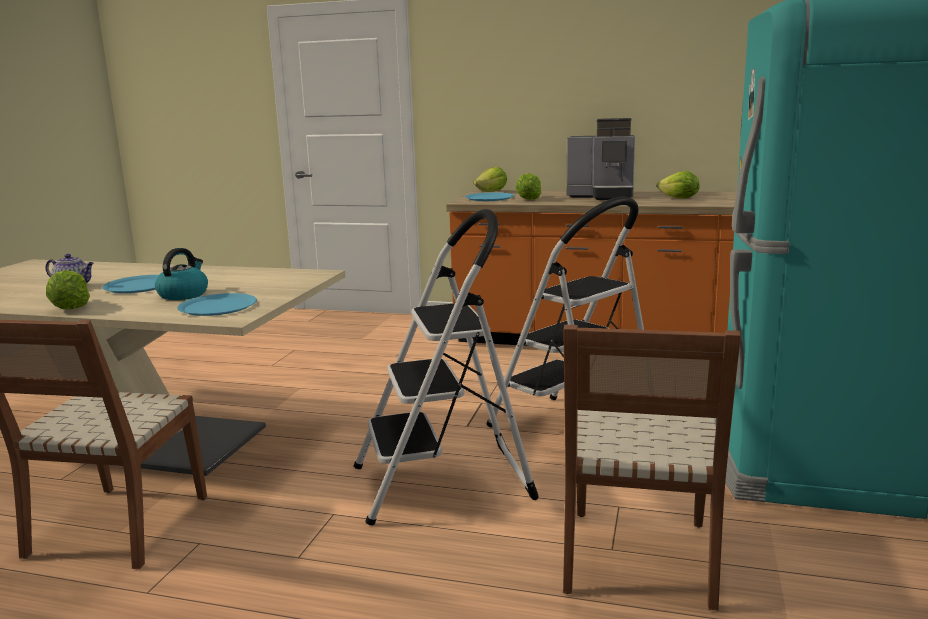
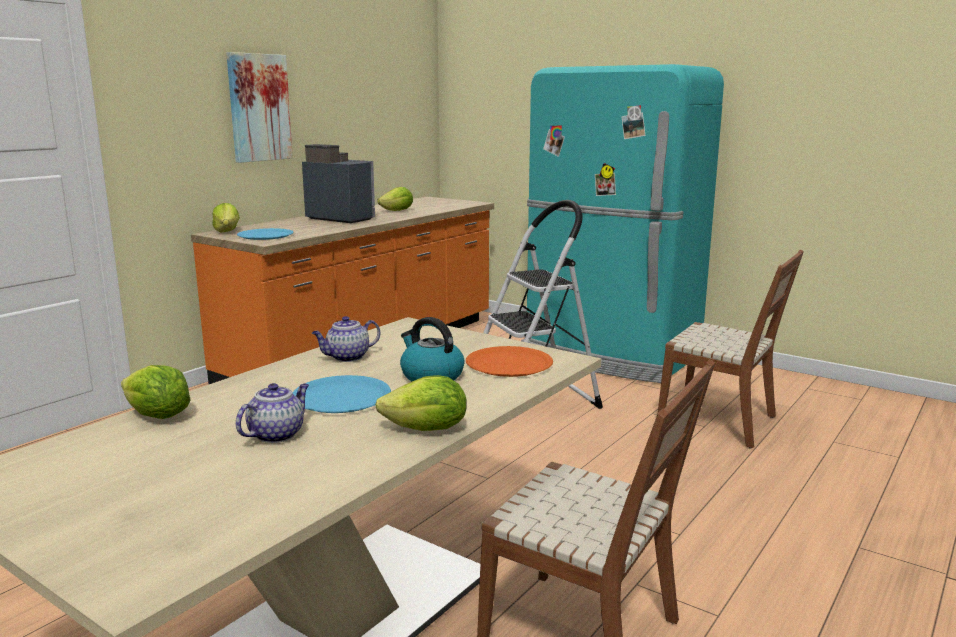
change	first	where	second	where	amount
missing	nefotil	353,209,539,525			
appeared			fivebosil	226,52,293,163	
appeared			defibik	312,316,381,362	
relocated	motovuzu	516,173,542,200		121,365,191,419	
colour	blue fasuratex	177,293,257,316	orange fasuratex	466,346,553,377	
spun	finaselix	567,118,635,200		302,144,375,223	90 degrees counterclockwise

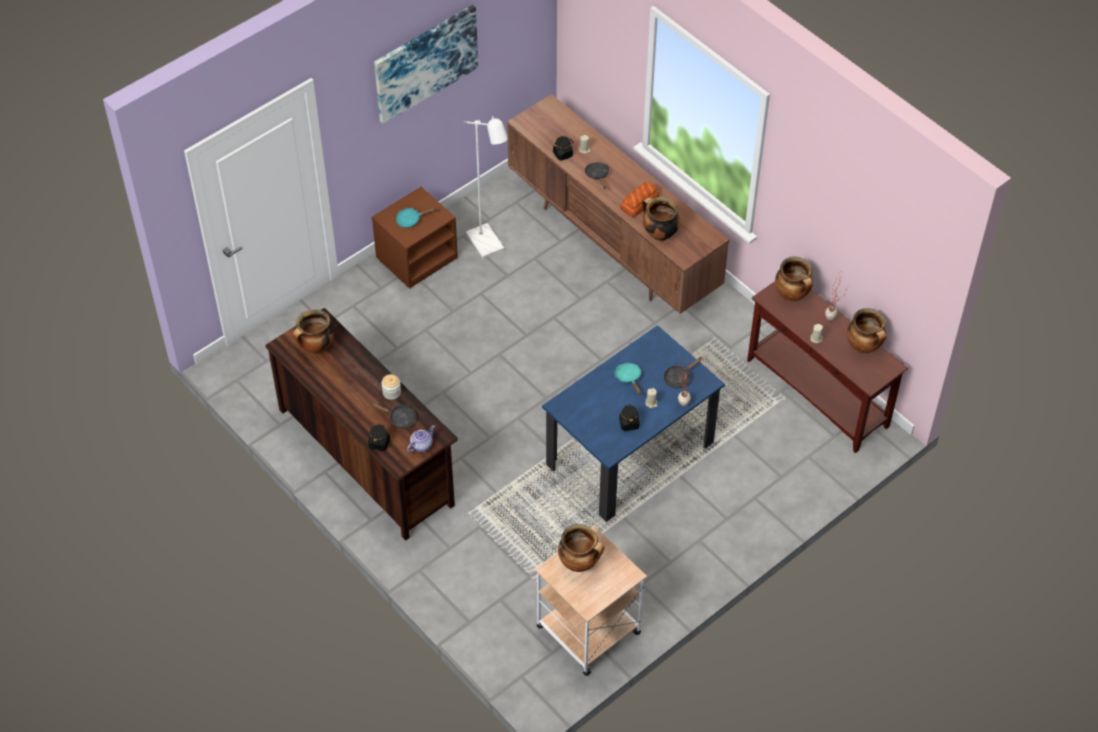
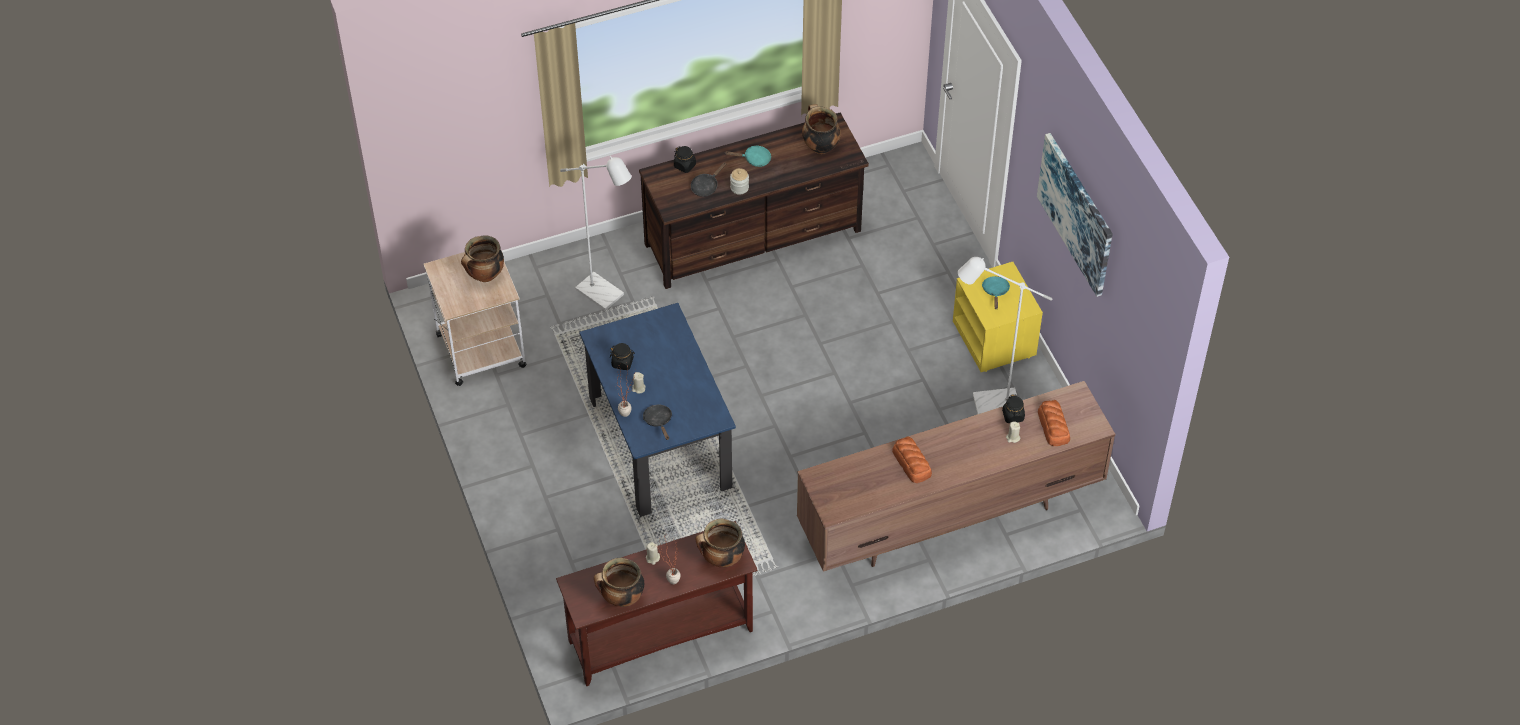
change	first	where	second	where	amount
missing	defibik	407,425,435,453			
missing	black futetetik	585,162,609,189			
missing	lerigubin	642,197,680,241			
appeared			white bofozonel	560,156,632,310	
appeared			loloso	1038,400,1070,446	
relocated	turquoise futetetik	615,363,642,395		724,146,771,167	
colour	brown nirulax	372,187,458,289	yellow nirulax	953,262,1043,372	

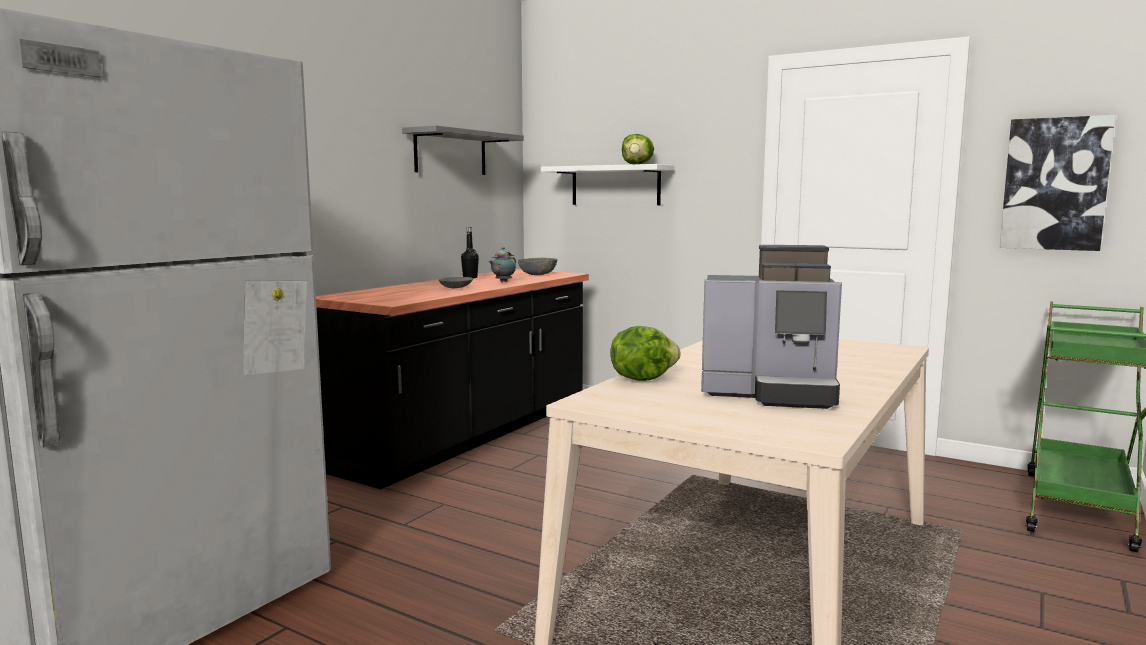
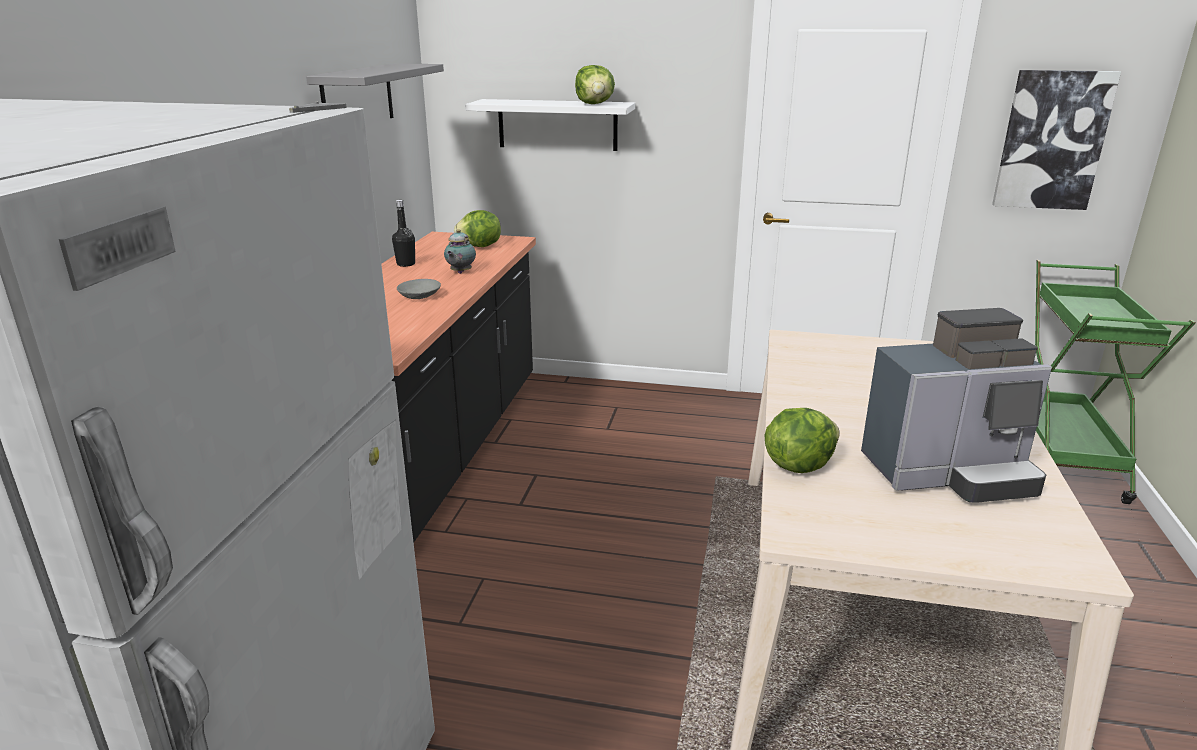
change	first	where	second	where	amount
exchanged	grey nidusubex	518,257,557,275	motovuzu	454,210,501,247	

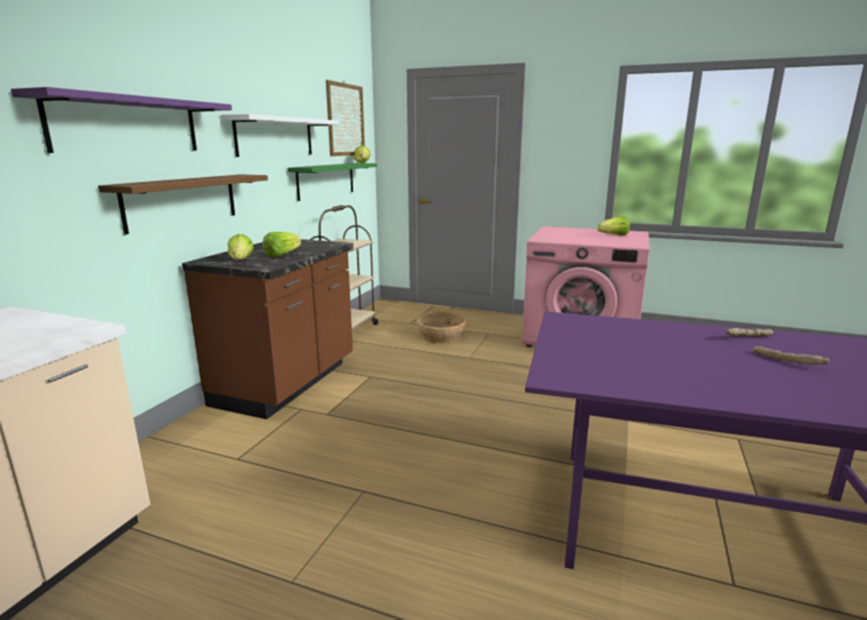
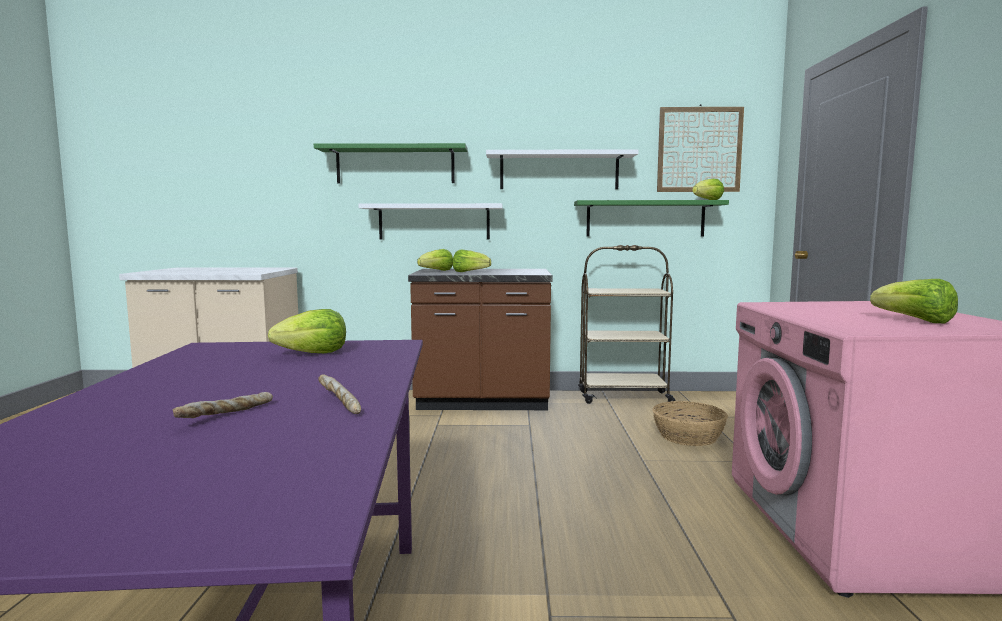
change	first	where	second	where	amount
appeared			motovuzu	268,309,346,353	
colour	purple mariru	11,87,232,153	green mariru	314,143,467,183	
colour	brown mariru	98,174,268,235	white mariru	358,203,503,240	

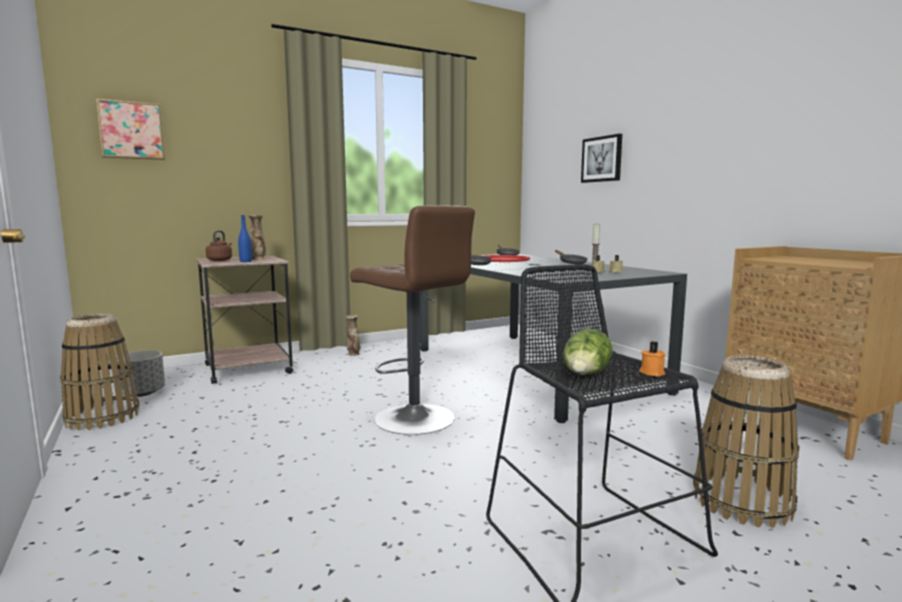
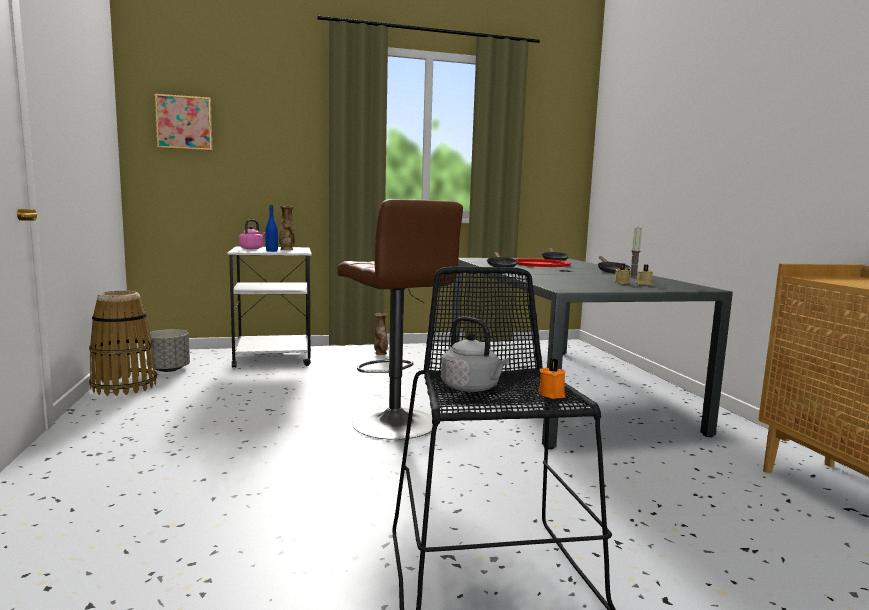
change	first	where	second	where	amount
missing	fivebosil	581,134,622,183			
missing	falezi	693,355,799,528			
exchanged	motovuzu	563,328,613,375	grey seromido	441,316,509,392	
colour	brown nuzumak	196,256,294,384	white nuzumak	228,246,312,368	
colour	brown seromido	206,230,232,261	pink seromido	239,220,265,249	

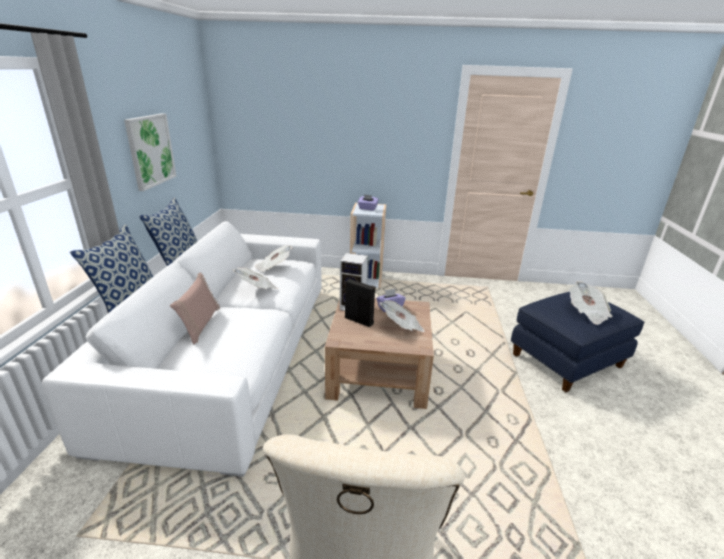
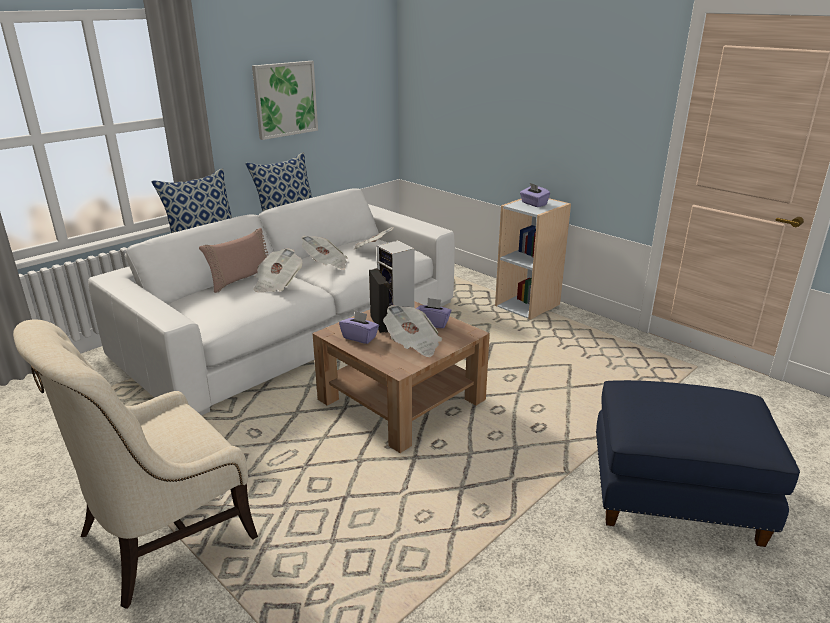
change	first	where	second	where	amount
appeared			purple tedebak	339,311,379,344	
relocated	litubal	569,281,613,325		254,248,302,293	

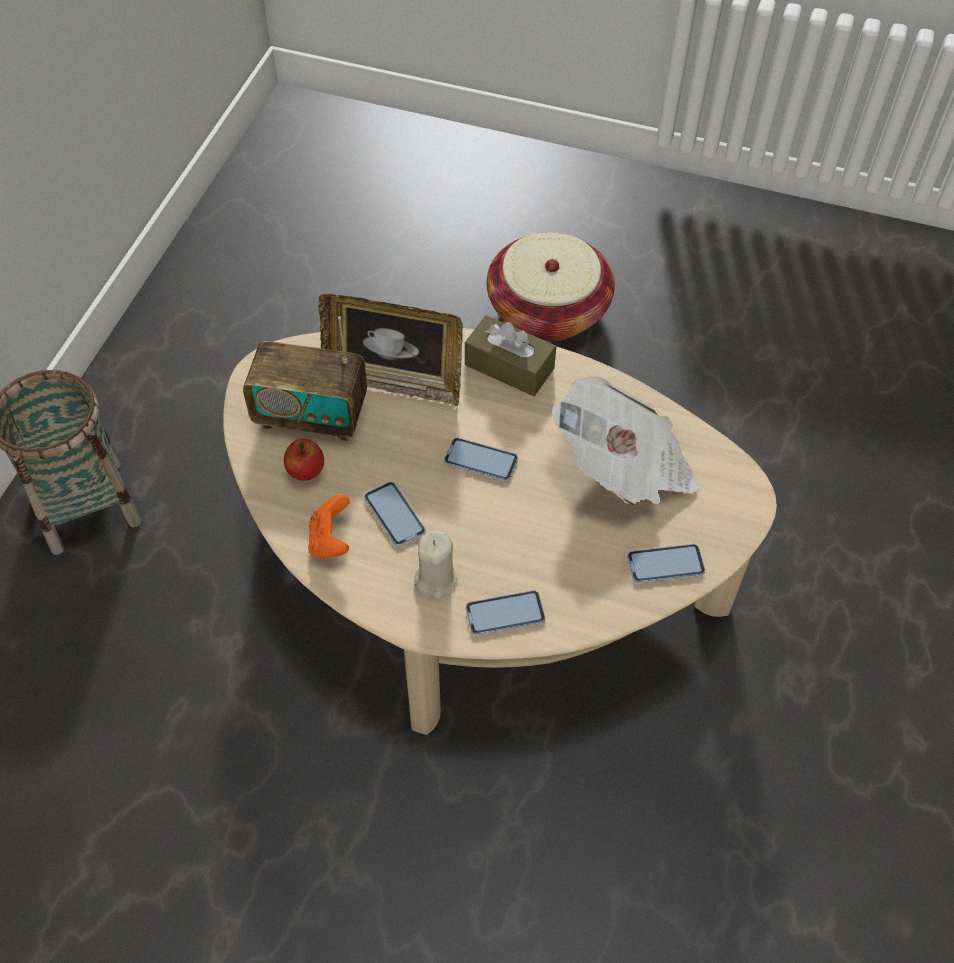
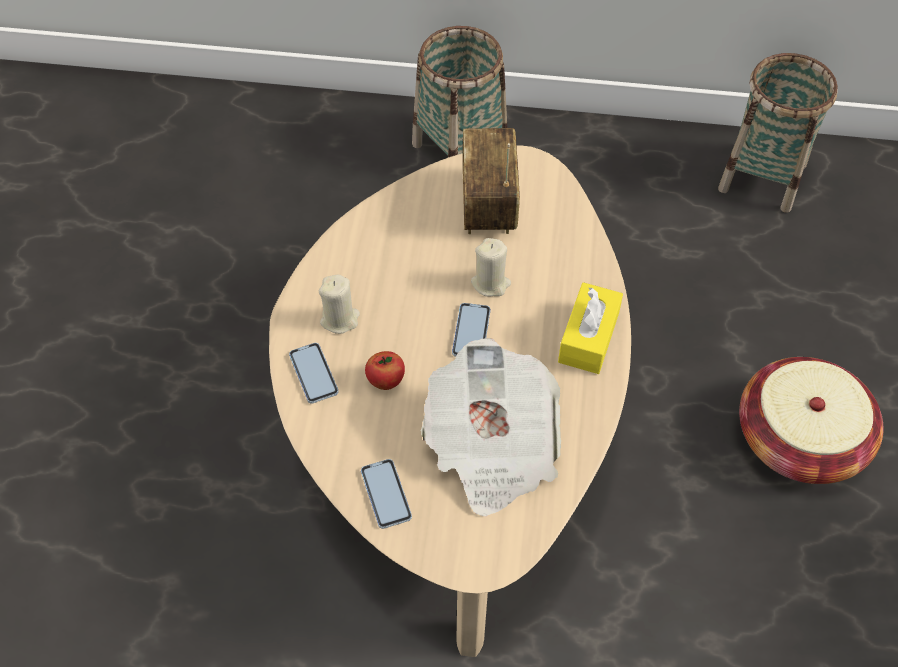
change	first	where	second	where	amount
missing	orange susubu	308,494,350,559			
missing	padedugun	318,294,463,406			
missing	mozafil	364,482,426,547			
appeared			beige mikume	471,238,511,297	
appeared			falezi	718,53,838,213	
relocated	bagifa	284,439,324,481		365,351,405,390	
colour	brown tedebak	465,315,556,396	yellow tedebak	558,282,623,374	

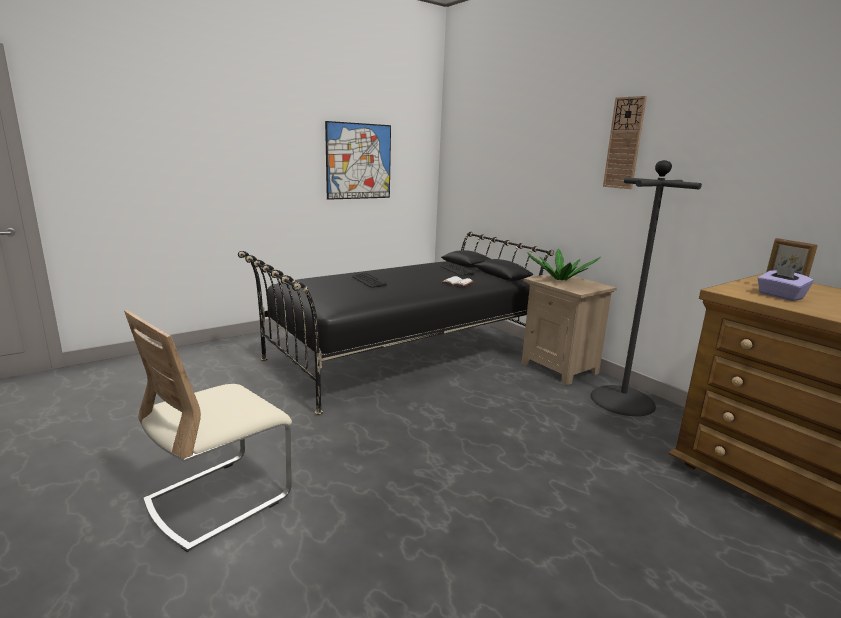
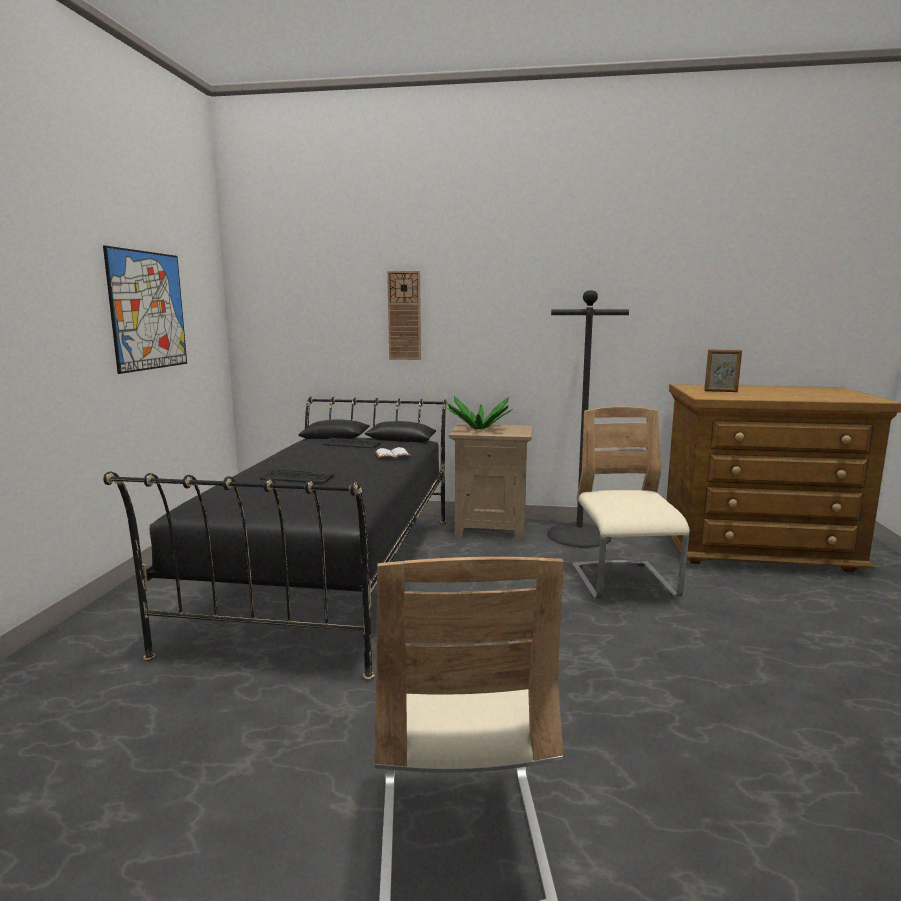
change	first	where	second	where	amount
missing	purple tedebak	757,265,814,301			
appeared			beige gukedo	572,407,690,599	
relocated	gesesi	603,96,647,189		387,271,421,360	

